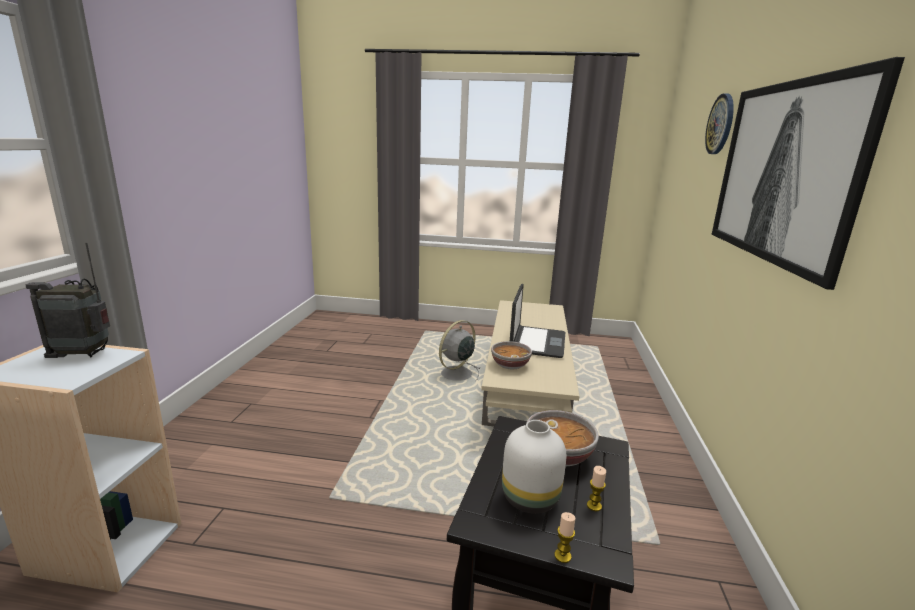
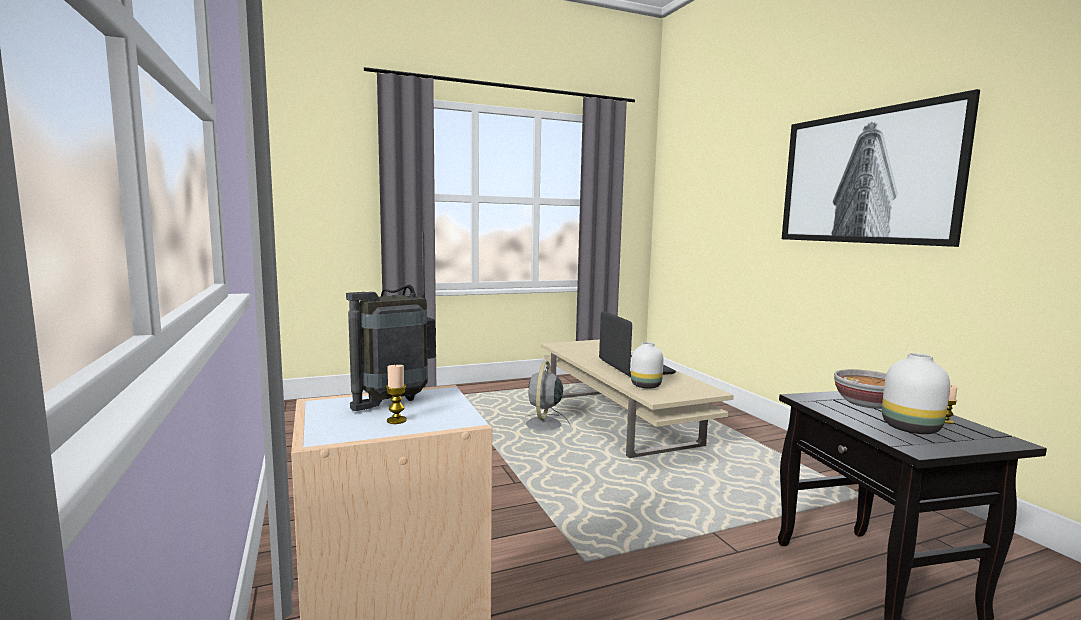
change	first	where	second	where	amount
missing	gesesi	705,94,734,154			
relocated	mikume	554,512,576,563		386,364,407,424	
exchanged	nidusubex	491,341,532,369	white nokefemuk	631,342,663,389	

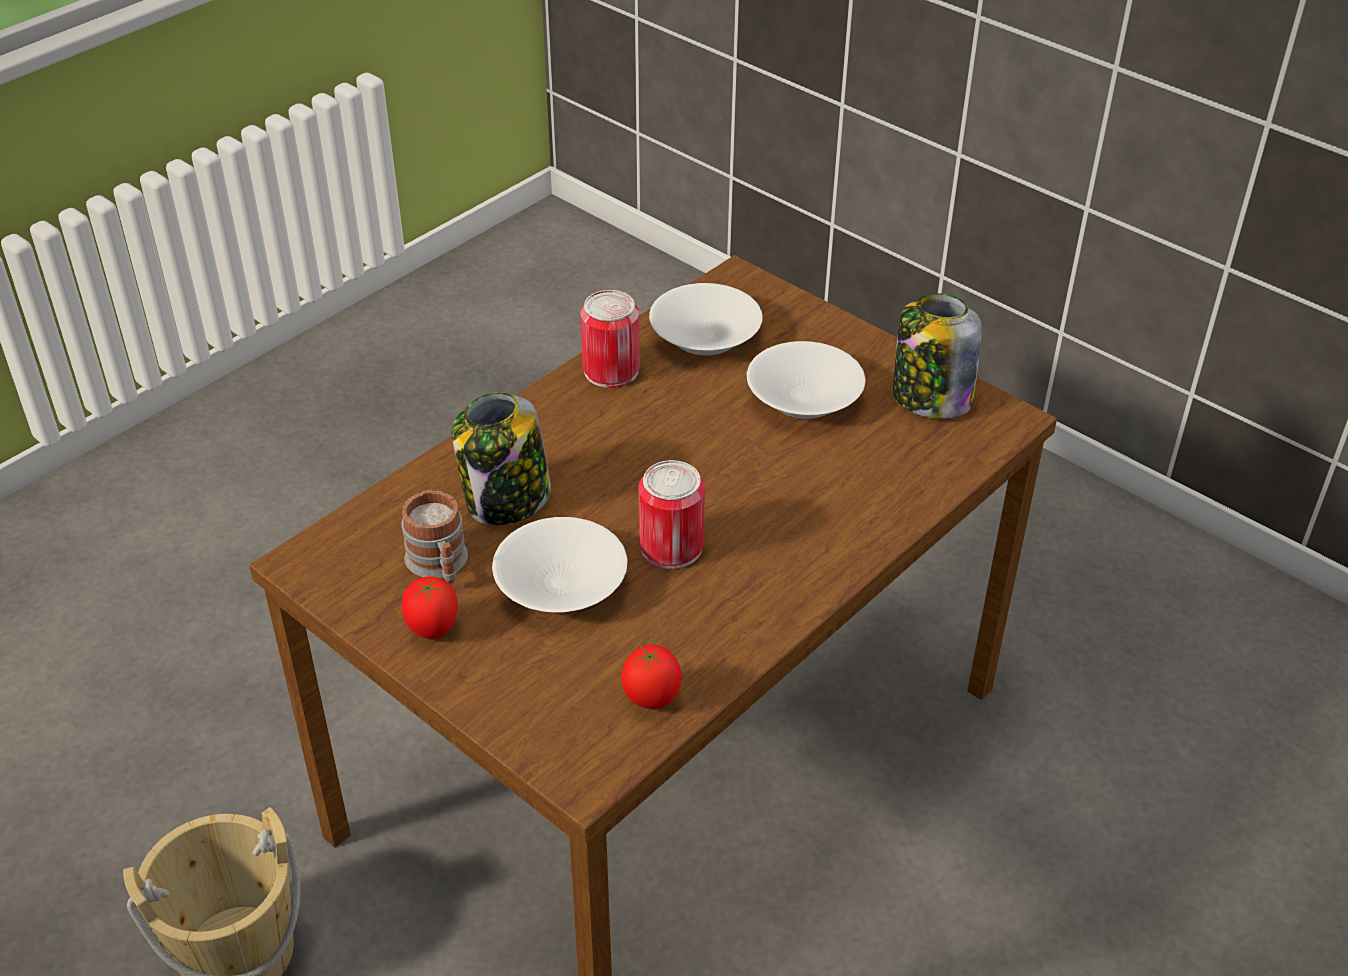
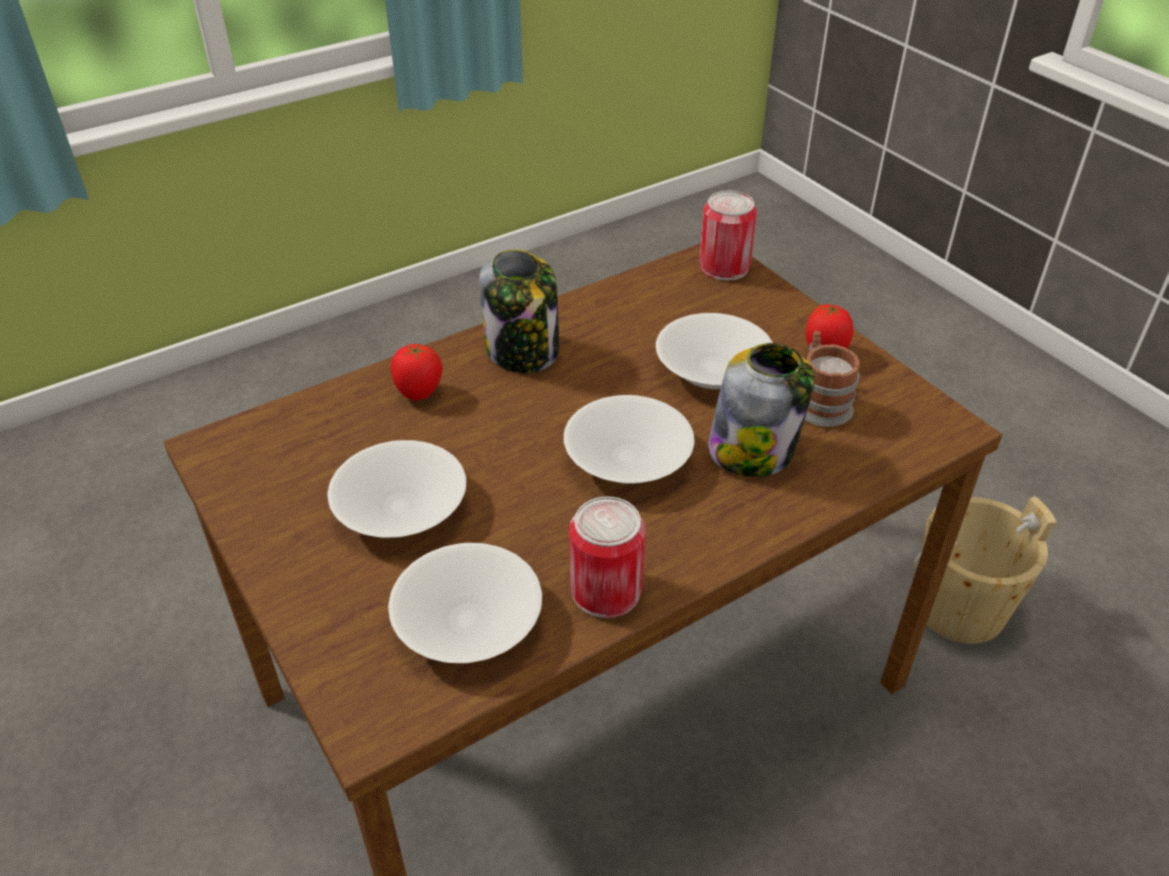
change	first	where	second	where	amount
appeared			white nidusubex	564,395,694,484	
relocated	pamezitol	621,645,682,709		391,344,443,400	
relocated	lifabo	639,460,705,569		699,191,757,281	
relocated	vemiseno	893,293,982,419		479,249,559,373	

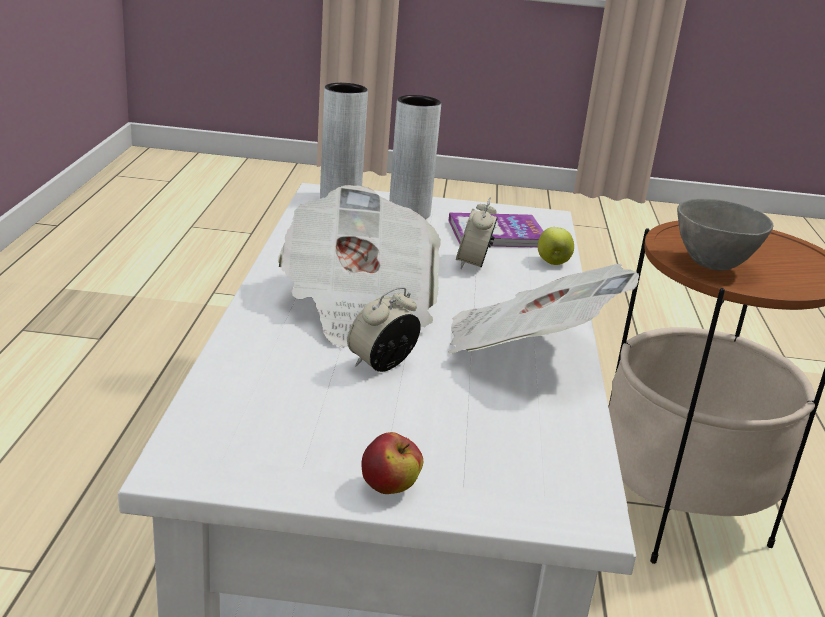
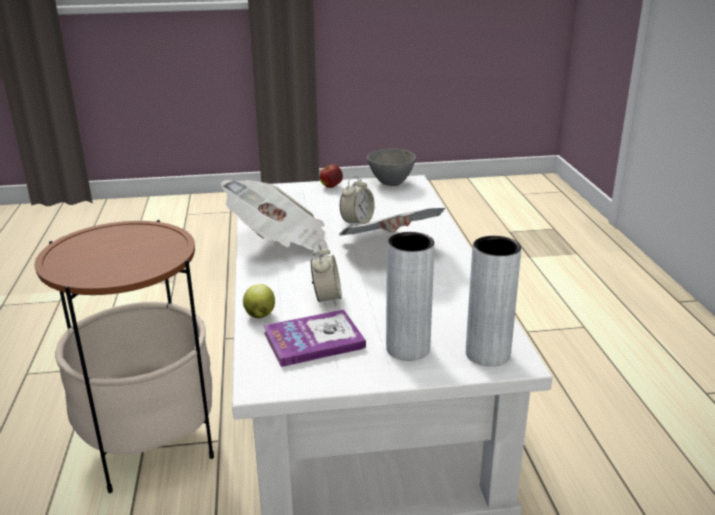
change	first	where	second	where	amount
relocated	grey nidusubex	677,199,773,271		367,149,416,186	

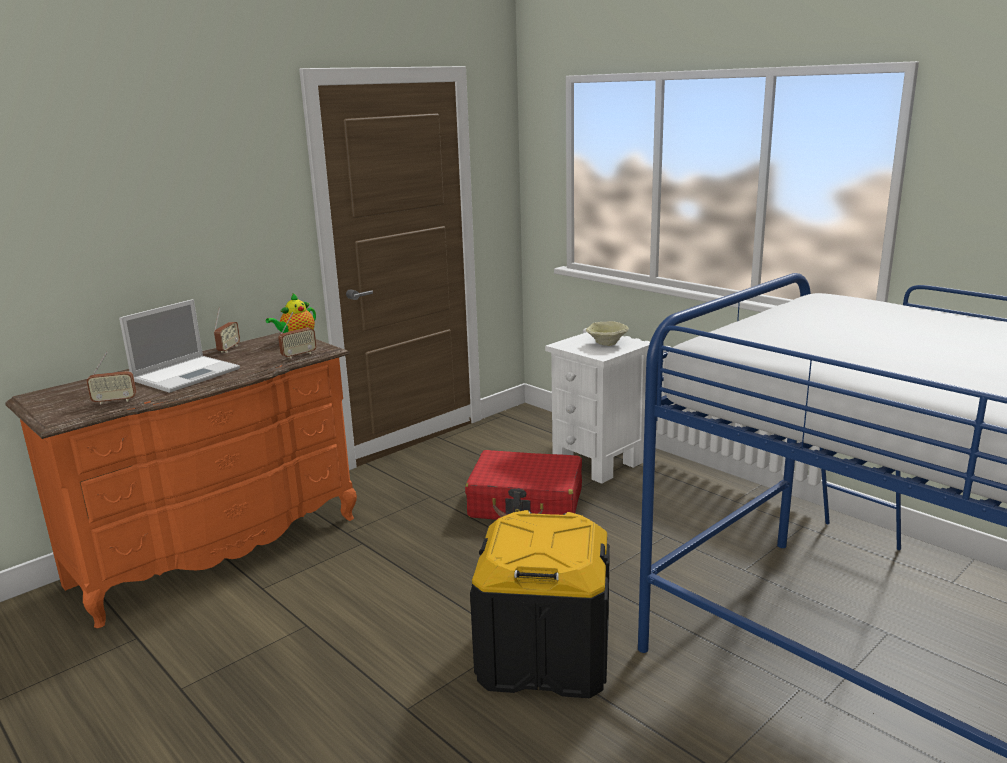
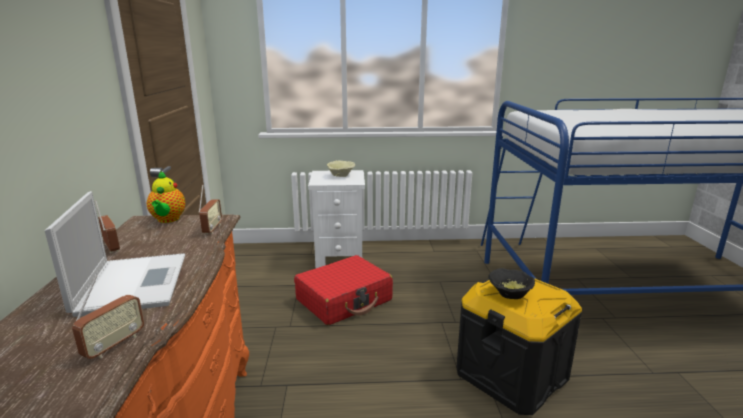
change	first	where	second	where	amount
appeared			black nidusubex	488,268,535,299	

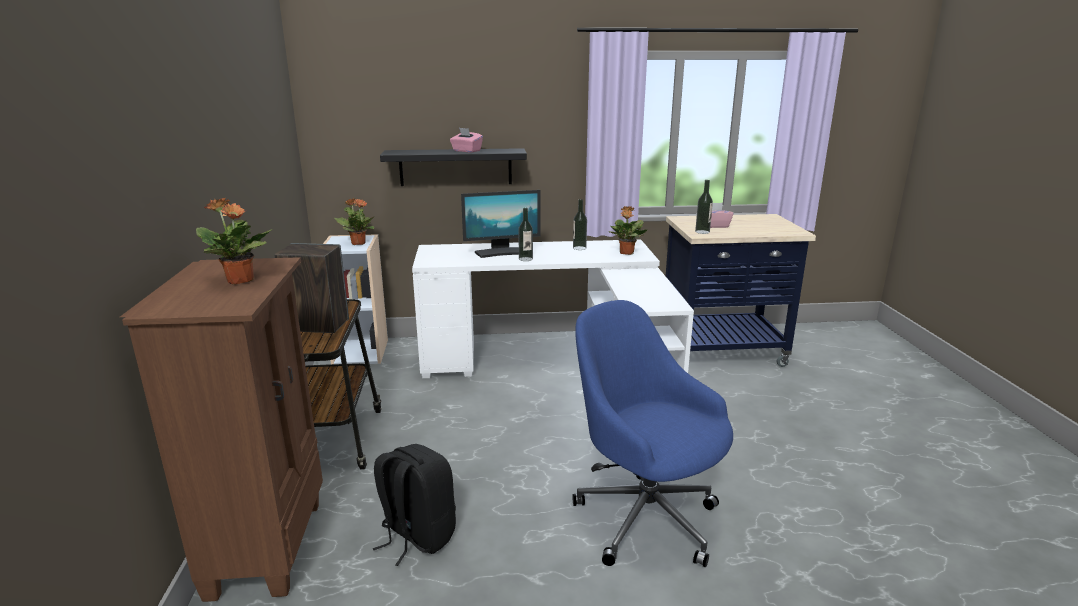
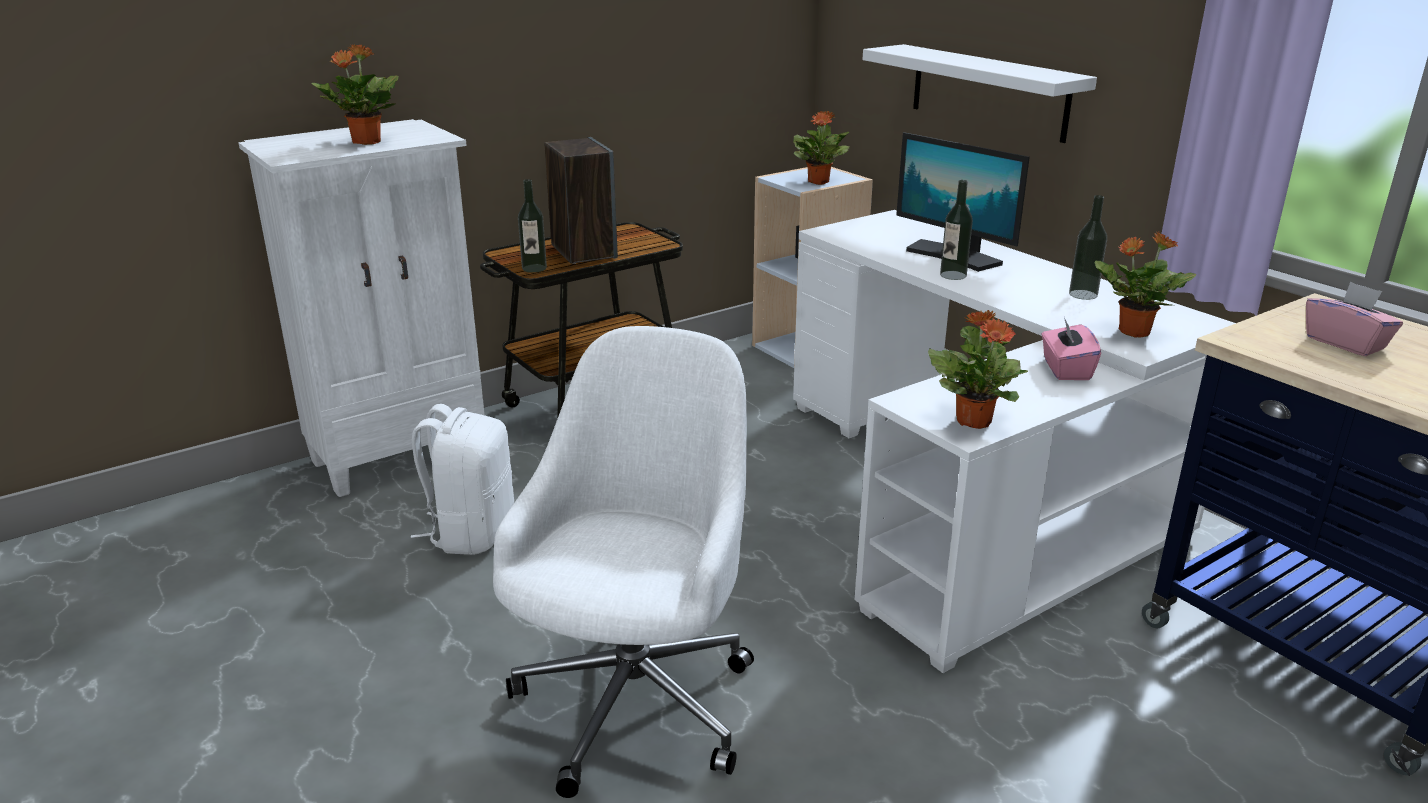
change	first	where	second	where	amount
appeared			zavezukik	928,310,1028,429	
relocated	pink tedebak	450,128,483,153		1041,317,1101,380	
relocated	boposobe	695,180,713,234		518,179,547,273	
colour	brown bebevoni	120,257,323,602	white bebevoni	238,119,485,497	
colour	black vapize	373,444,456,566	white vapize	411,404,514,555	
colour	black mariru	380,148,527,186	white mariru	863,44,1097,143	
colour	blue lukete	572,300,733,567	white lukete	493,326,754,798	

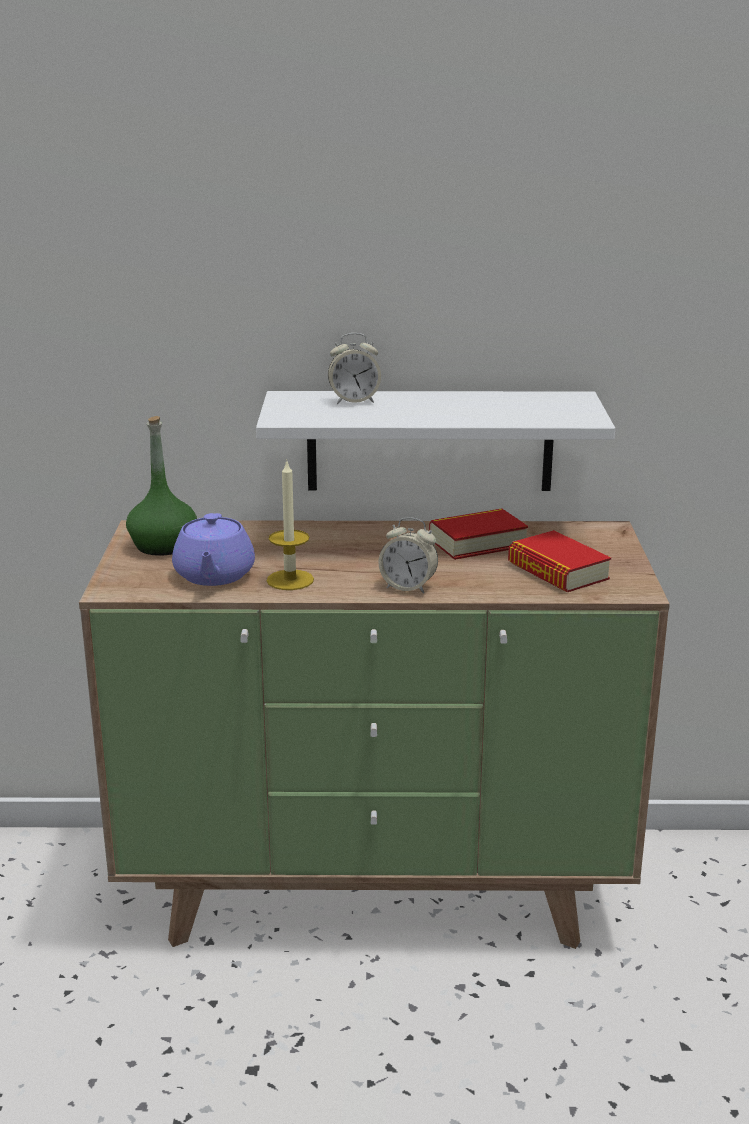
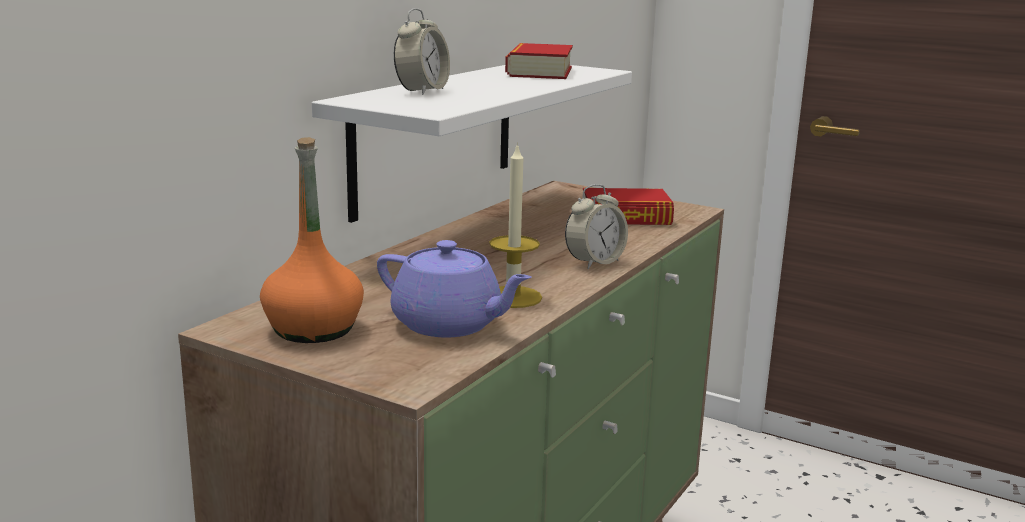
change	first	where	second	where	amount
relocated	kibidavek	429,508,528,560		505,43,573,79	
colour	green boposobe	126,416,197,556	orange boposobe	260,137,364,343	

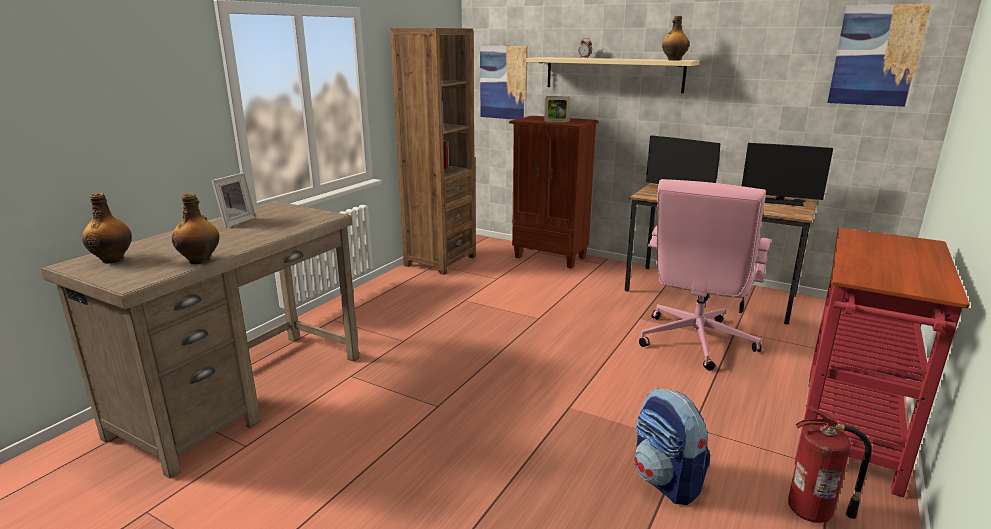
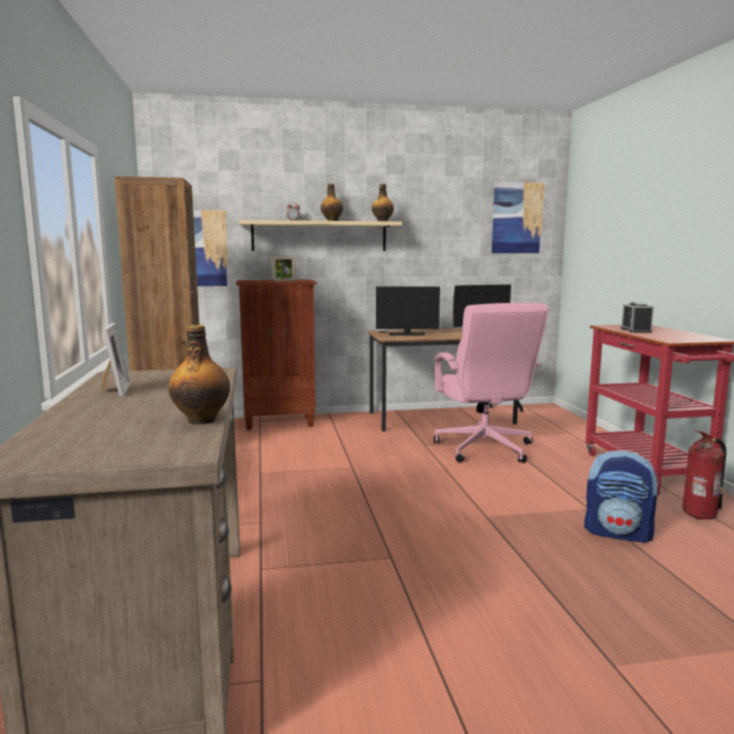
change	first	where	second	where	amount
appeared			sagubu	621,302,654,333	
relocated	boposobe	82,193,132,264		321,184,343,221	

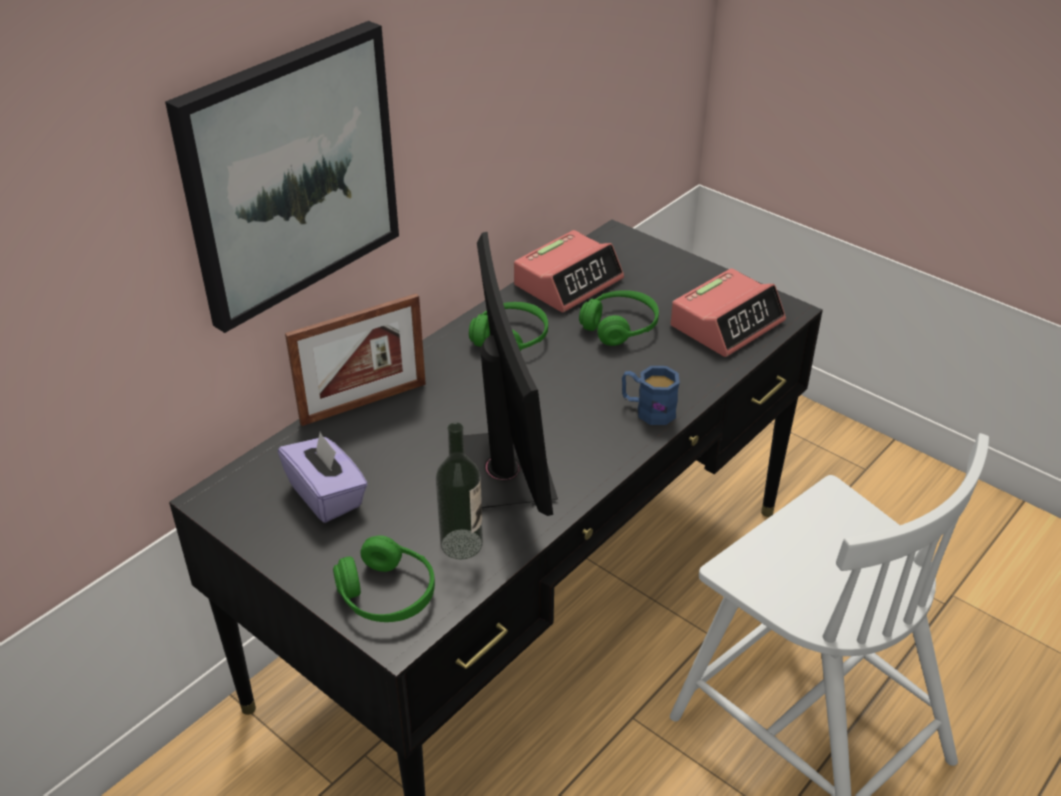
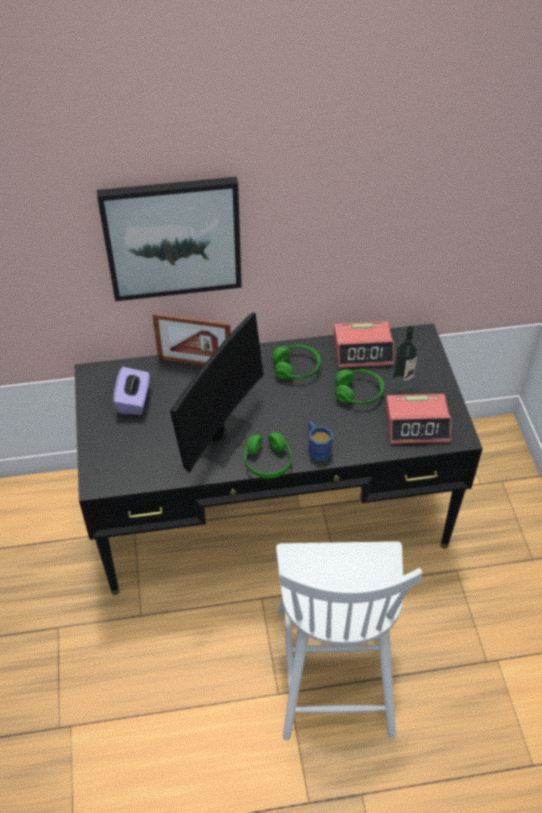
change	first	where	second	where	amount
relocated	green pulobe	333,535,435,622		245,432,292,479	
relocated	boposobe	436,422,483,560		391,326,418,392	

